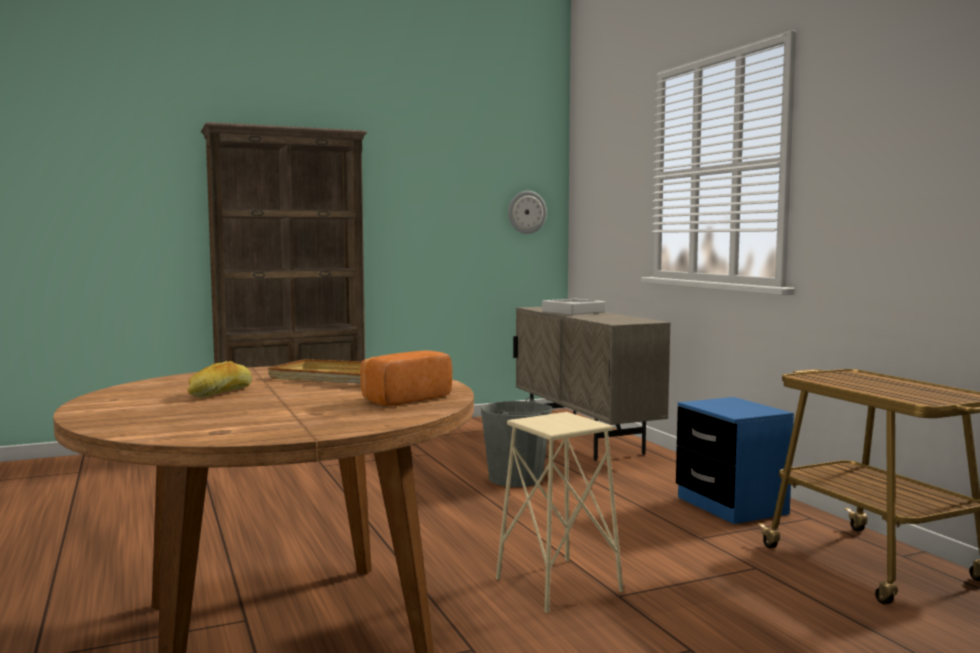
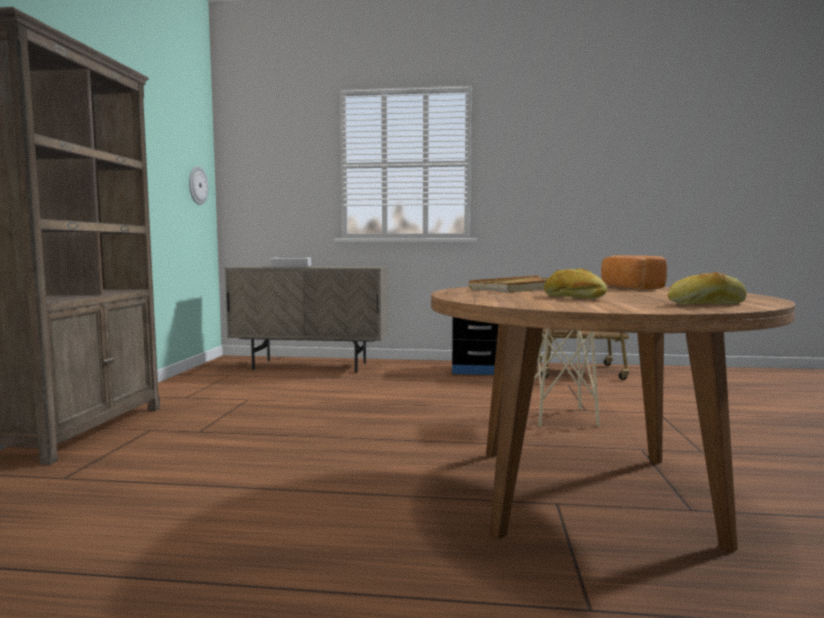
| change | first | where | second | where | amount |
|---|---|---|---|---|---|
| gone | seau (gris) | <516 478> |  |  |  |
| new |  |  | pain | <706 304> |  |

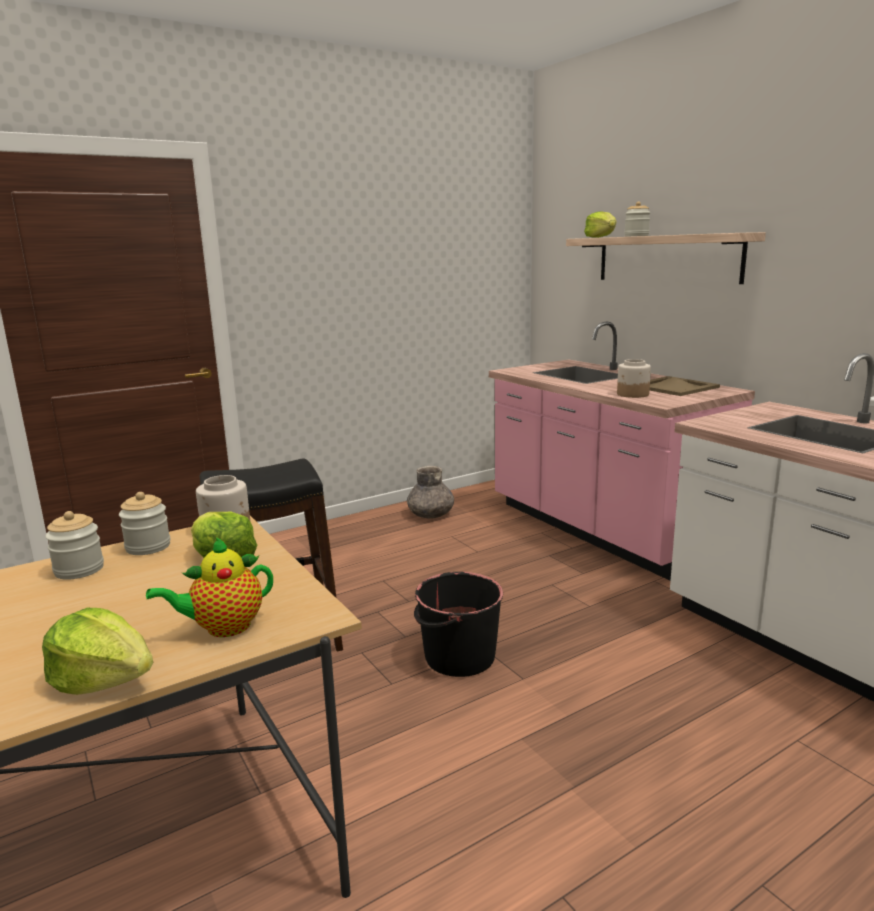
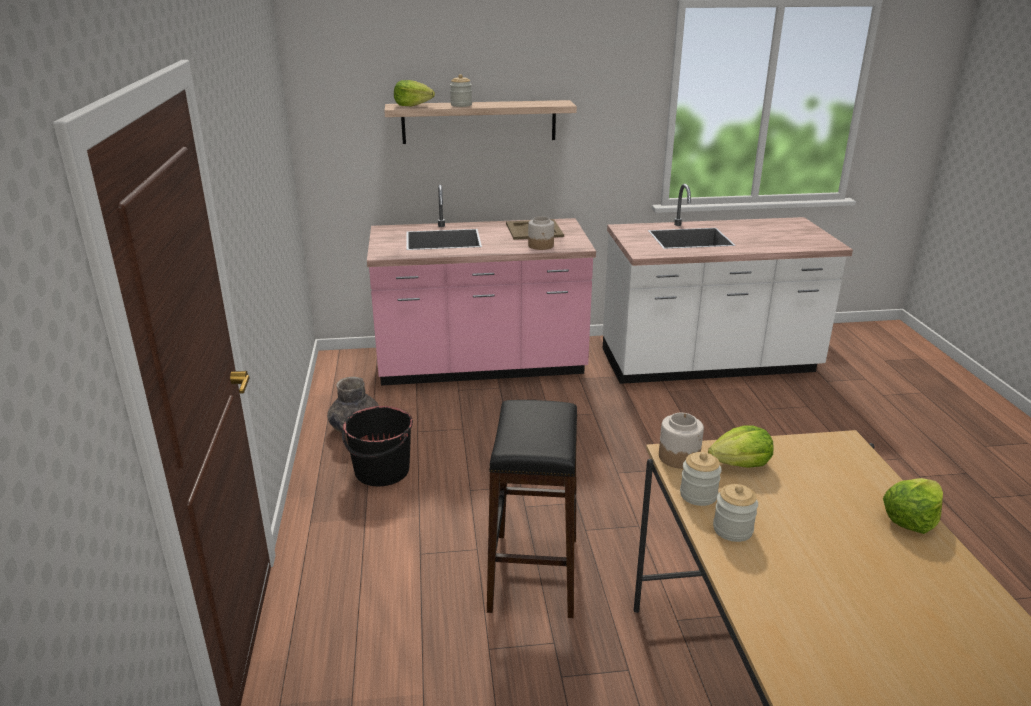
| change | first | where | second | where | amount |
|---|---|---|---|---|---|
| gone | théière | <223 628> |  |  |  |
| shifted | seau (noir) | <458 657> |  | <381 471> |  |

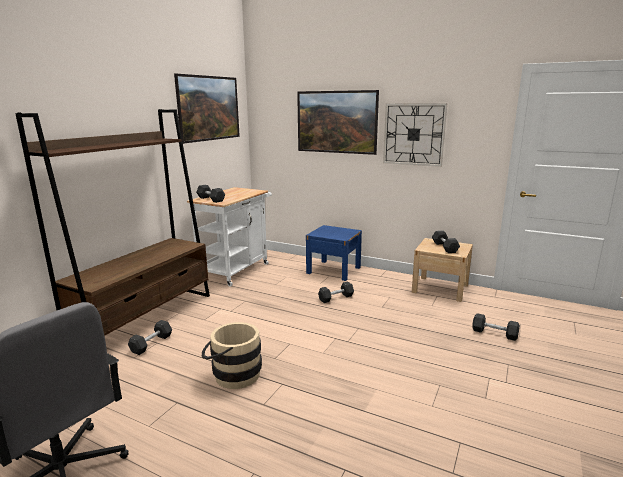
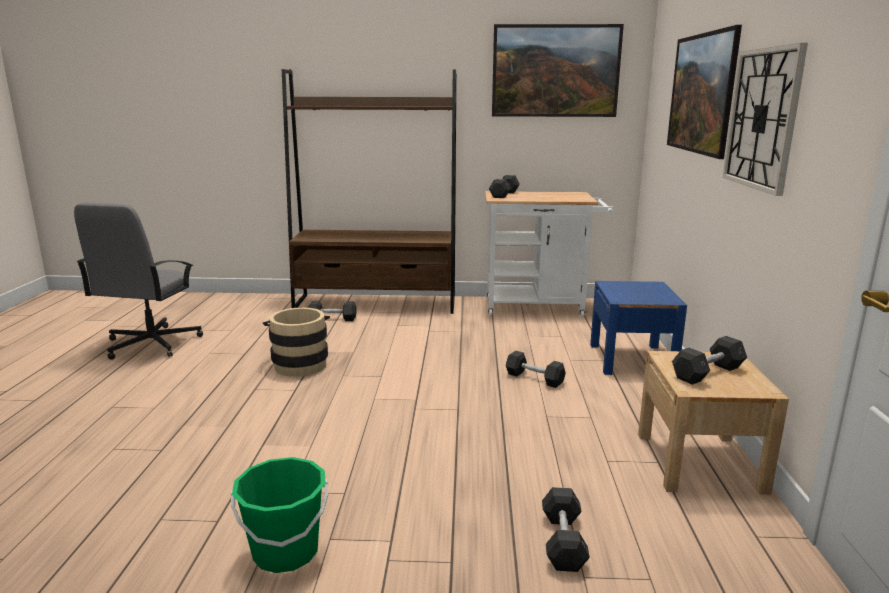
| change | first | where | second | where | amount |
|---|---|---|---|---|---|
| new |  |  | seau (vert) | <285 552> |  |

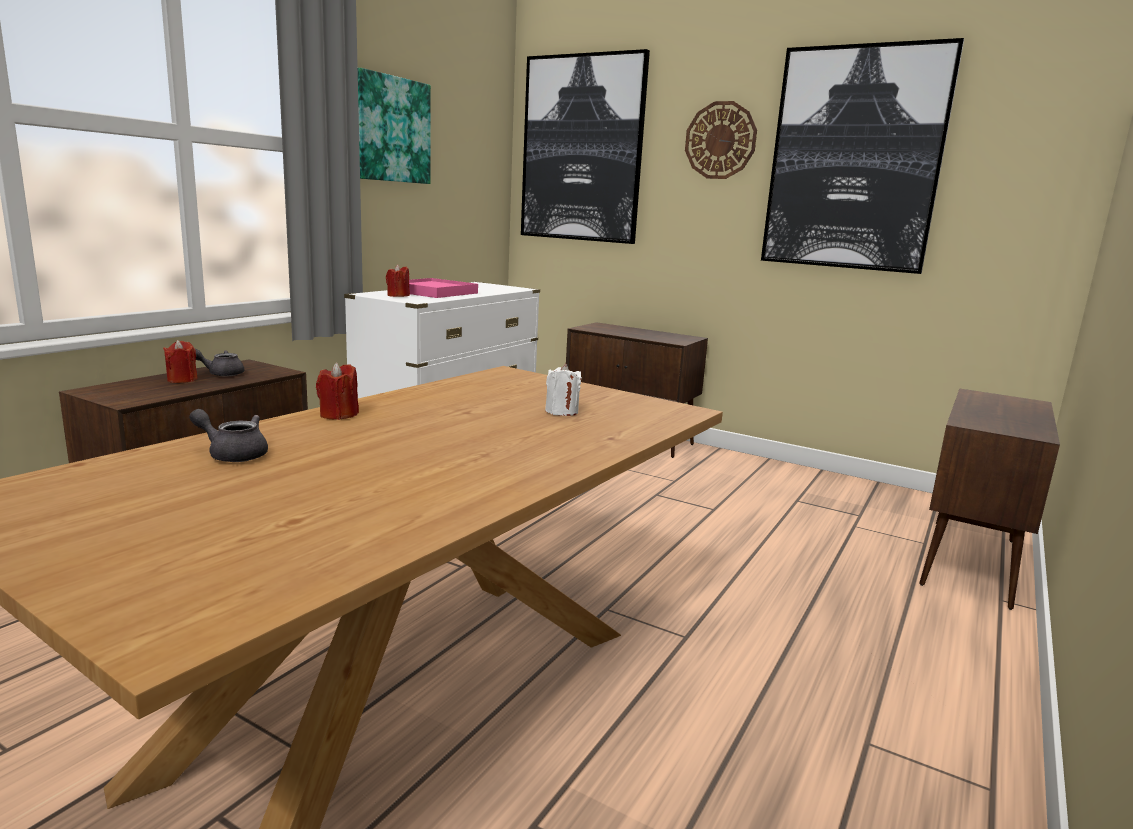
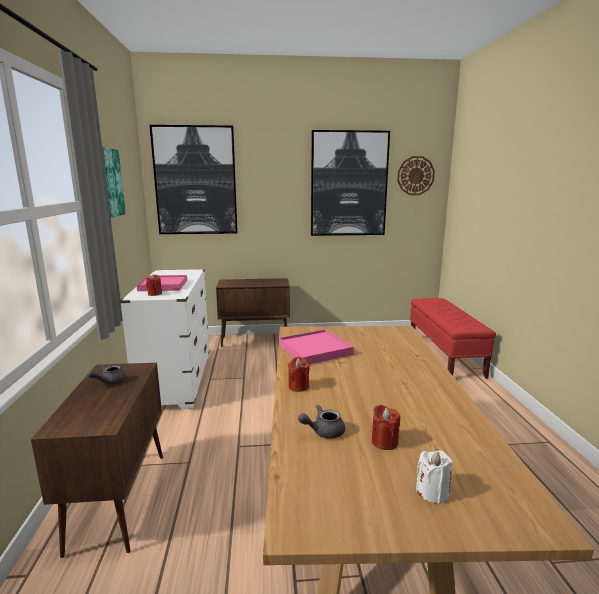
| change | first | where | second | where | amount |
|---|---|---|---|---|---|
| new |  |  | plateau (rose) | <315 350> |  |
| shifted | bougie (rouge) | <182 380> |  | <384 442> |  |
| shifted | bougie (blanc) | <561 412> |  | <432 492> |  |
| shifted | horloge murale | <720 140> |  | <415 175> |  |
| swapped | meuble de rangement (marron) | <969 562> | banc (rouge) | <444 356> |  |

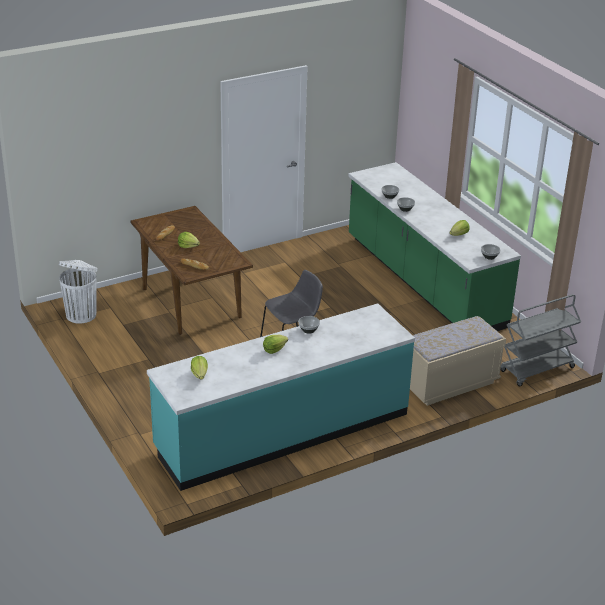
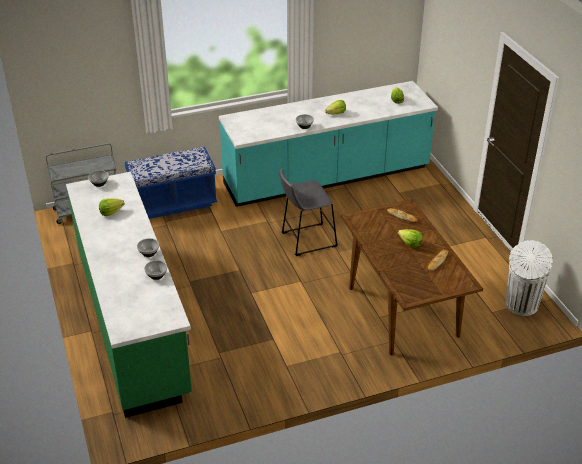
| change | first | where | second | where | amount |
|---|---|---|---|---|---|
| repainted | banc (beige) | <449 383> | banc (bleu) | <173 203> |  |

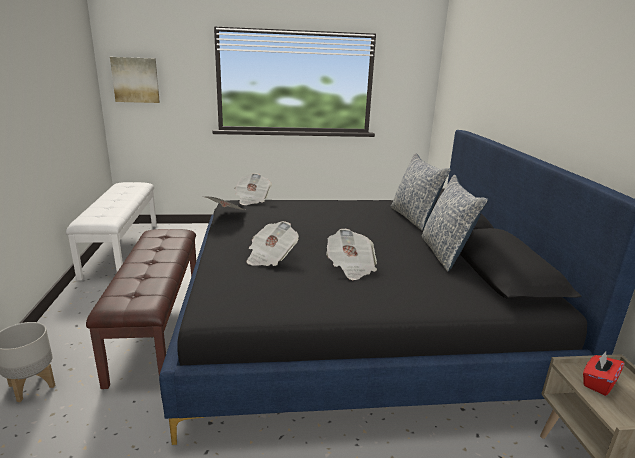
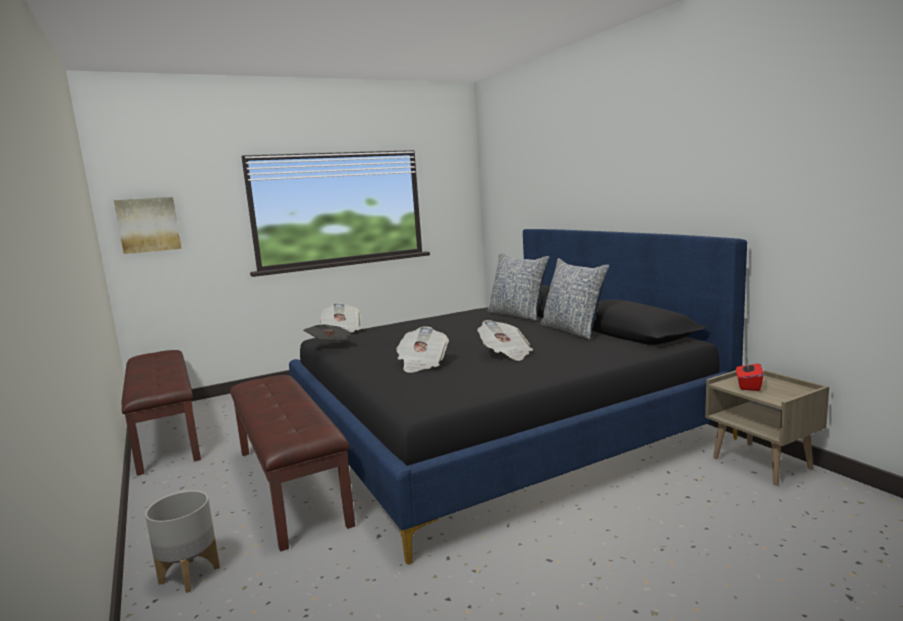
| change | first | where | second | where | amount |
|---|---|---|---|---|---|
| repainted | banc (blanc) | <121 249> | banc (marron) | <165 434> |  |

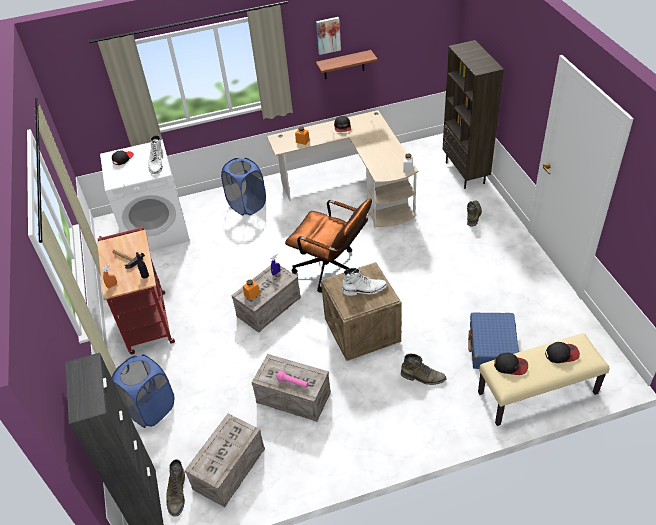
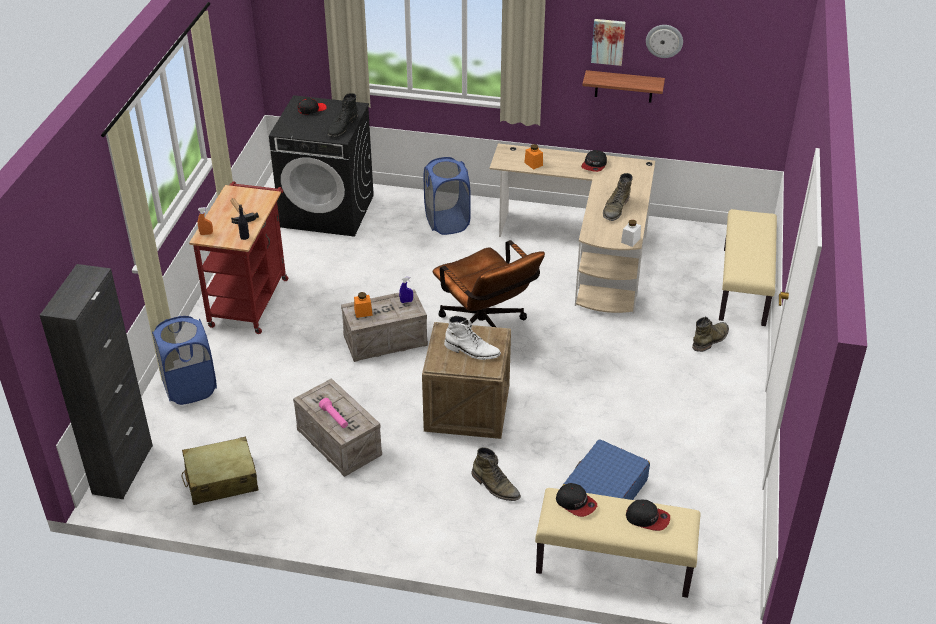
| change | first | where | second | where | amount |
|---|---|---|---|---|---|
| new |  |  | horloge murale | <664 40> |  |
| shifted | botte (vert) | <177 493> |  | <616 208> |  |
| swapped | caisse | <229 470> | valise (beige) | <221 480> |  |
| swapped | bibliothèque (marron) | <465 173> | banc (beige) | <744 287> |  |
| repainted | lave-linge (blanc) | <156 230> | lave-linge (noir) | <328 211> |  |
| repainted | botte (blanc) | <157 163> | botte (noir) | <342 127> |  |

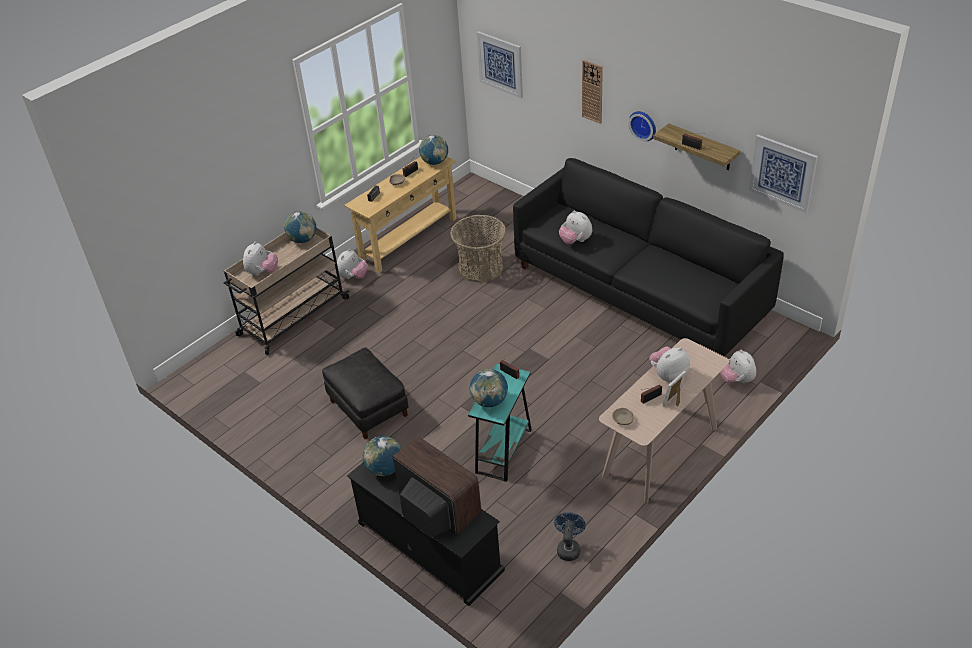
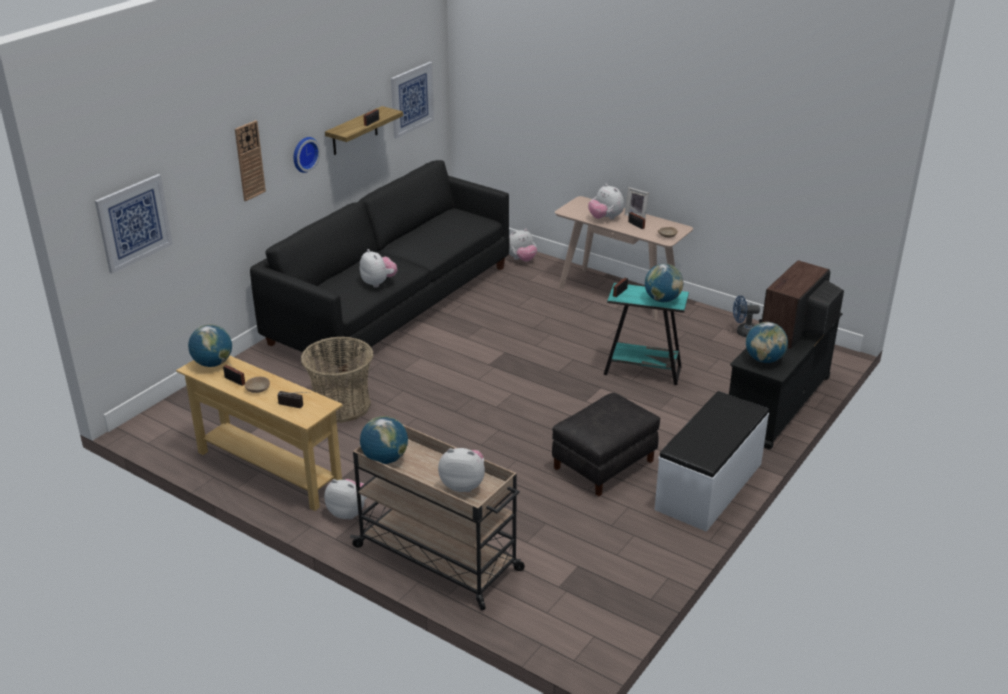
| change | first | where | second | where | amount |
|---|---|---|---|---|---|
| new |  |  | banc (blanc) | <710 486> |  |
| rotated | peluche | <575 241> |  | <378 283> | 75 degrees counterclockwise |

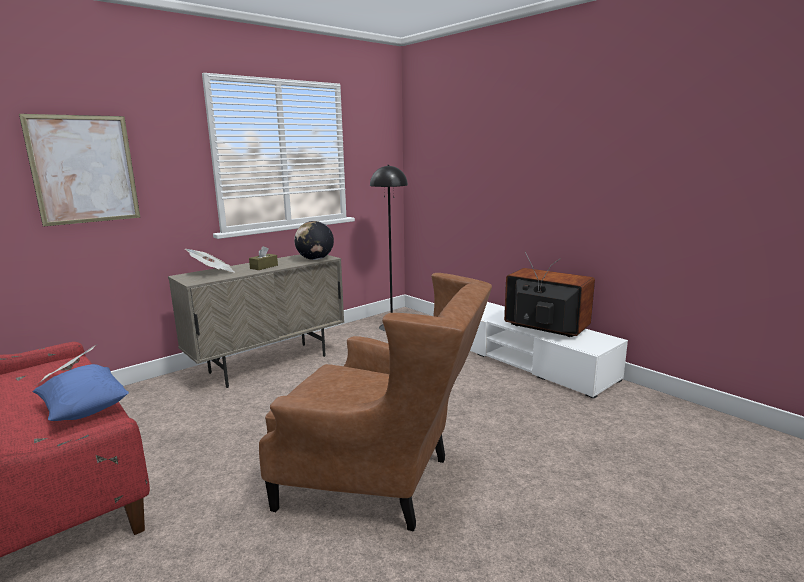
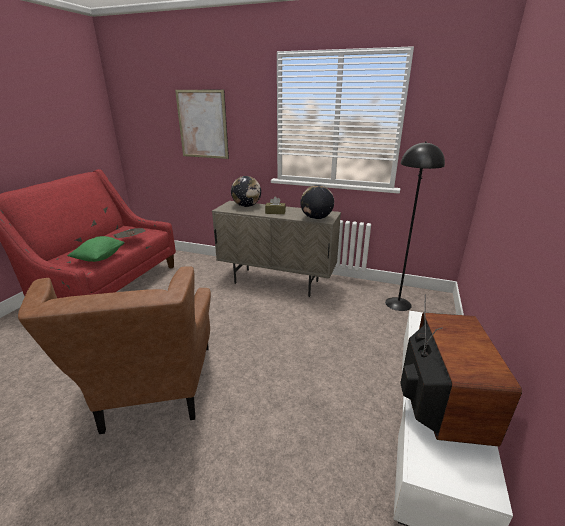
| change | first | where | second | where | amount |
|---|---|---|---|---|---|
| swapped | journal | <213 272> | globe | <246 206> |  |
| repainted | coussin (bleu) | <85 410> | coussin (vert) | <99 258> |  |

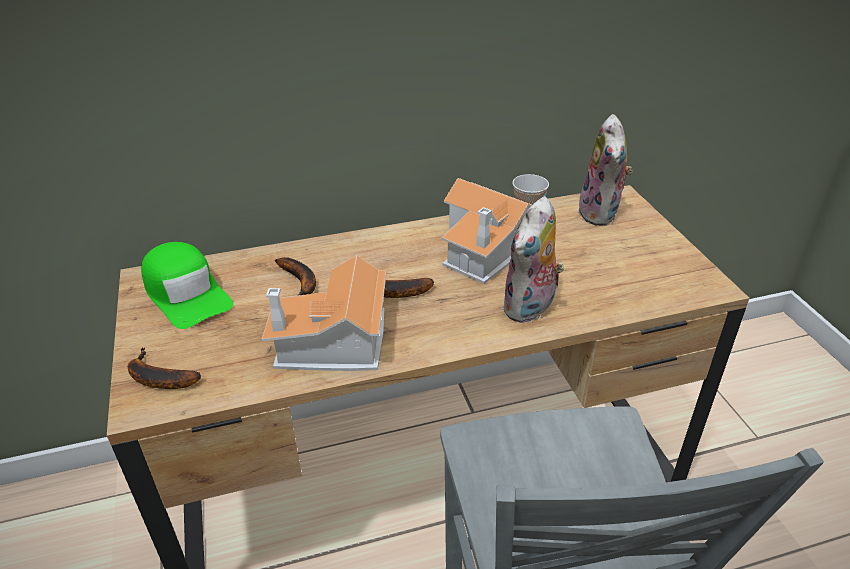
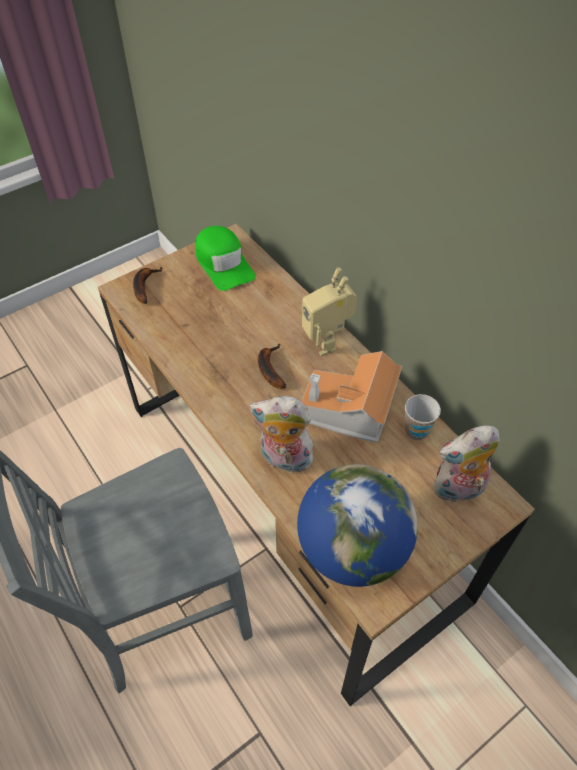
| change | first | where | second | where | amount |
|---|---|---|---|---|---|
| gone | maison miniature | <334 344> |  |  |  |
| gone | banane | <300 283> |  |  |  |
| new |  |  | globe | <352 549> |  |
| new |  |  | robot jouet | <327 341> |  |
| rotated | casquette (vert) | <186 293> |  | <223 264> | 60 degrees counterclockwise |

